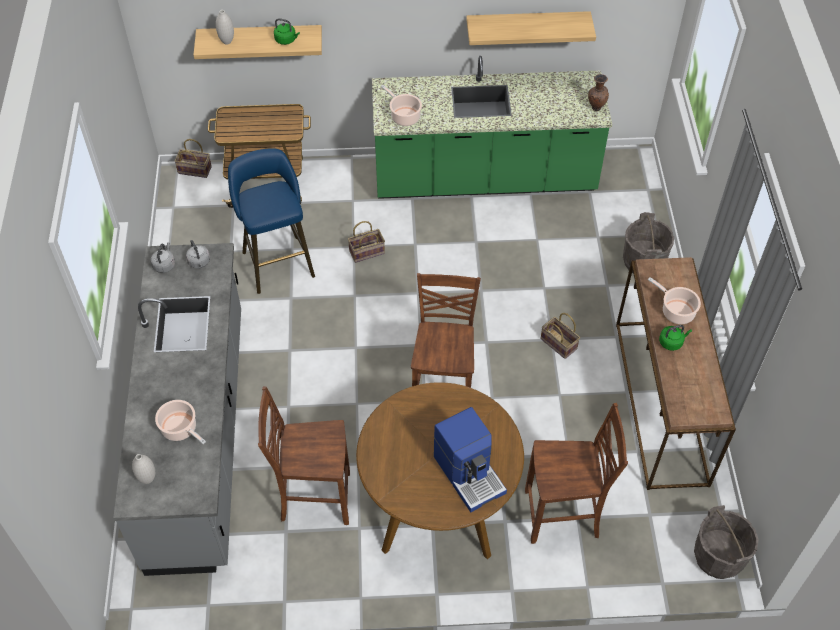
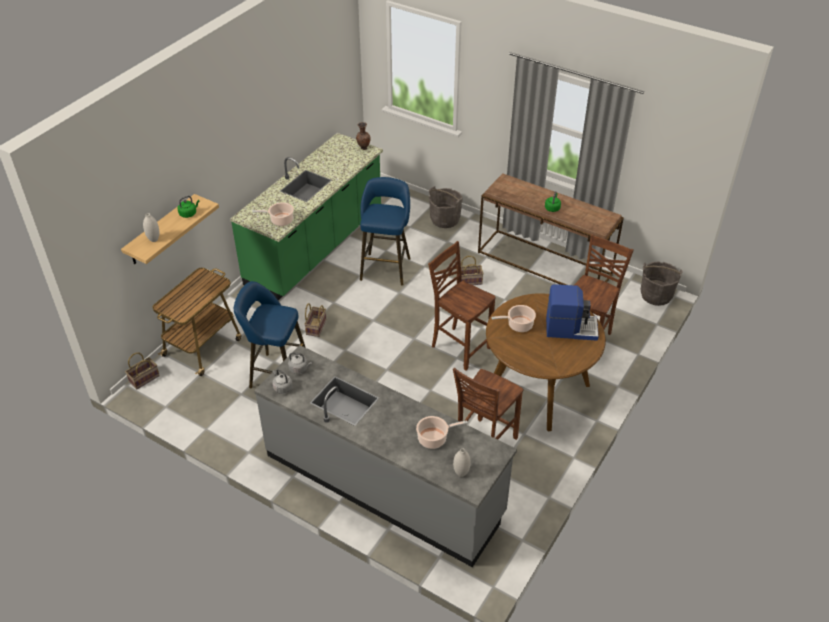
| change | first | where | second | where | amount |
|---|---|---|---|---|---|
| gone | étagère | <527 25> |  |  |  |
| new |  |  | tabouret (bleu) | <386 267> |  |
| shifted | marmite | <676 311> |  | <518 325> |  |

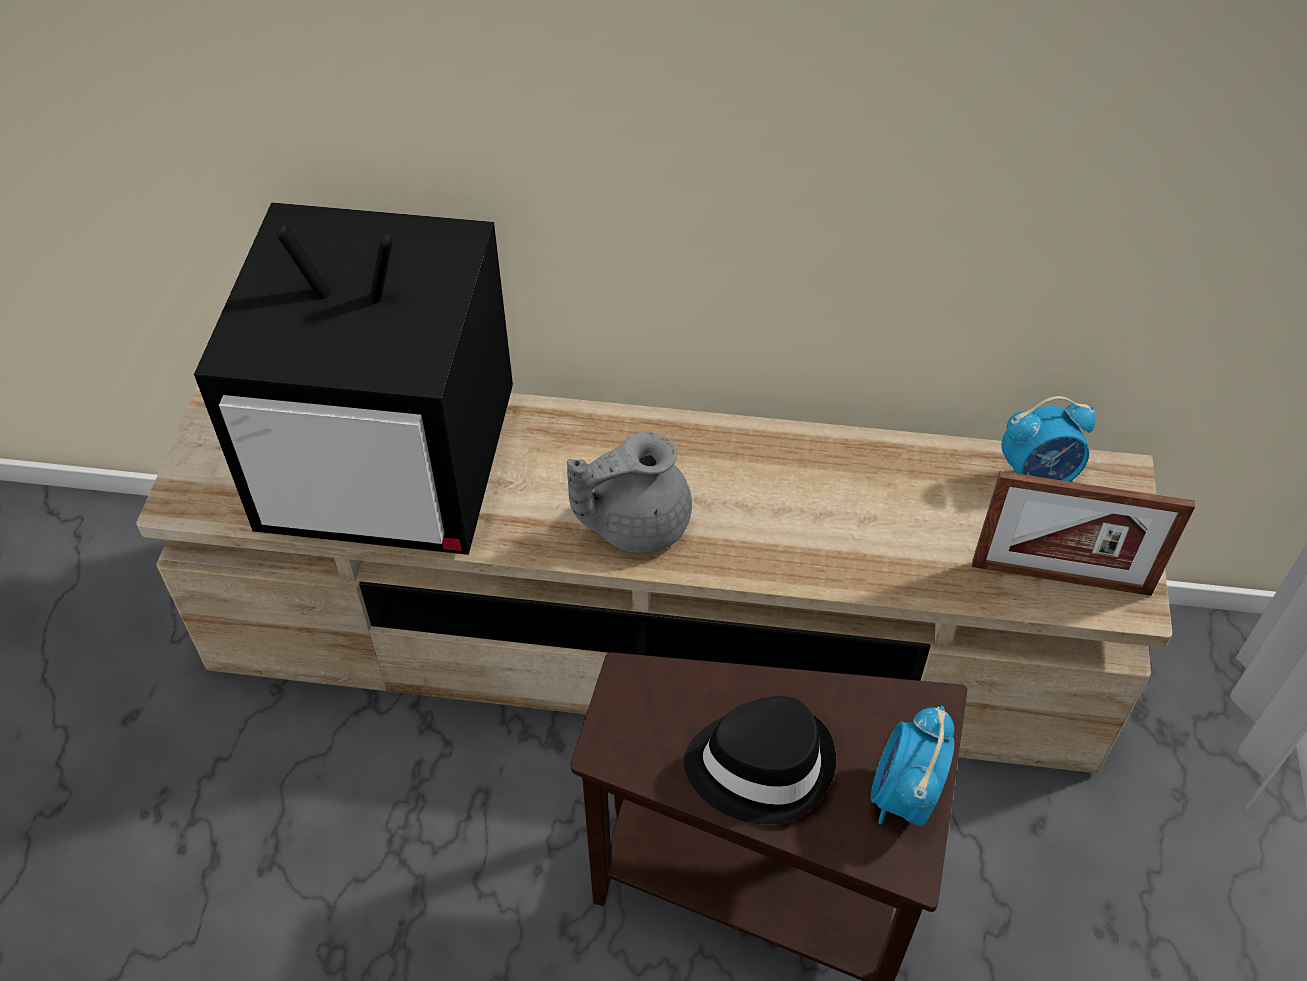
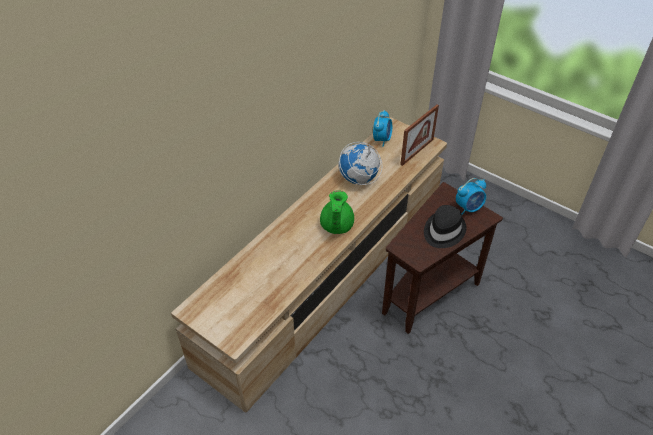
| change | first | where | second | where | amount |
|---|---|---|---|---|---|
| gone | téléviseur | <395 468> |  |  |  |
| new |  |  | globe | <358 179> |  |
| repainted | théière (gris) | <635 523> | théière (vert) | <336 226> |  |
| rotated | réveil | <903 796> |  | <469 208> | 75 degrees counterclockwise |

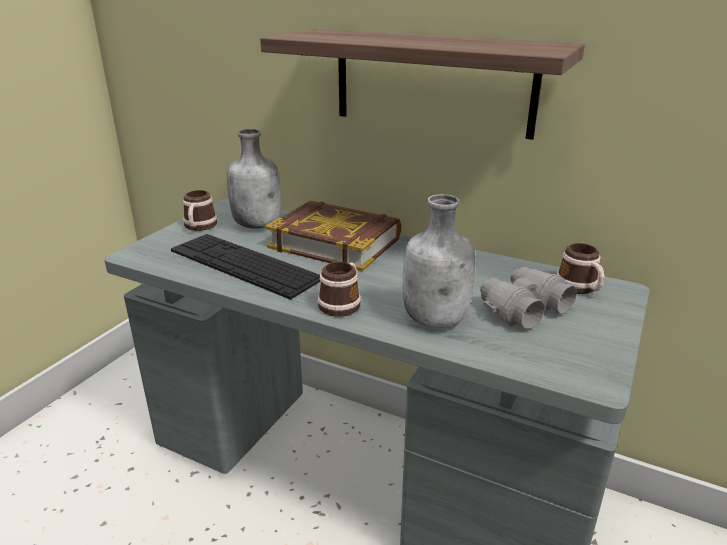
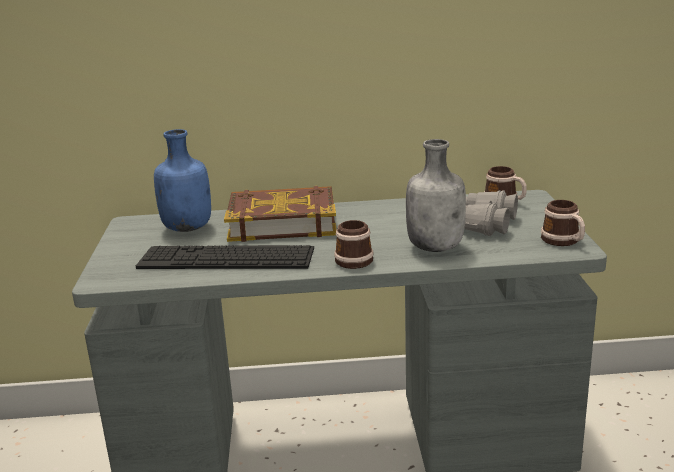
| change | first | where | second | where | amount |
|---|---|---|---|---|---|
| gone | étagère | <432 82> |  |  |  |
| shifted | mug | <199 227> |  | <564 241> |  |
| repainted | bouteille (gris) | <258 224> | bouteille (bleu) | <188 228> |  |

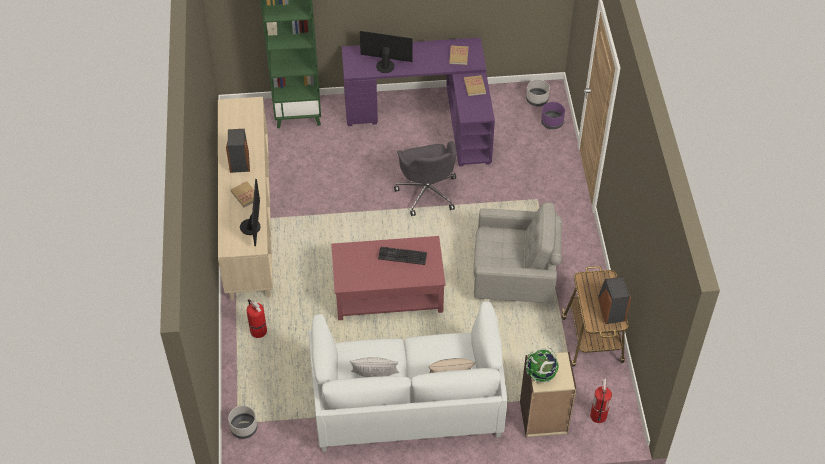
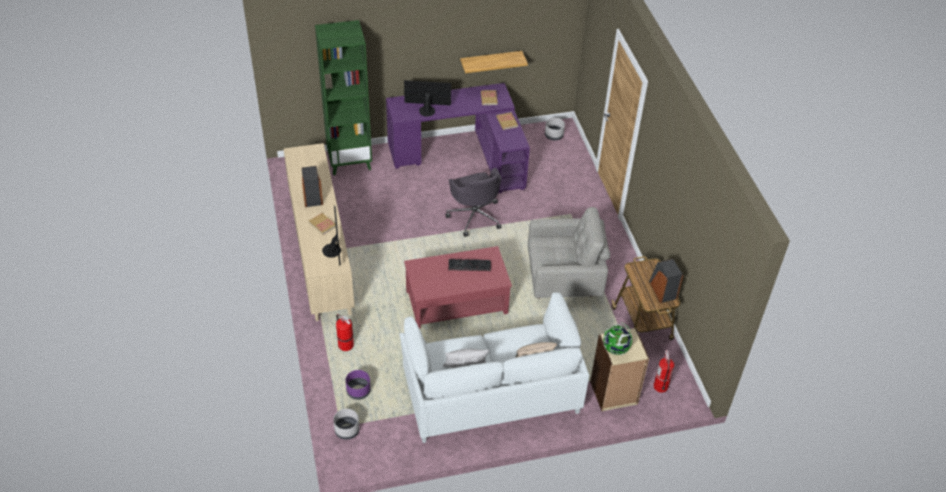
| change | first | where | second | where | amount |
|---|---|---|---|---|---|
| new |  |  | étagère | <491 62> |  |
| shifted | cache-pot (violet) | <551 122> |  | <358 391> |  |

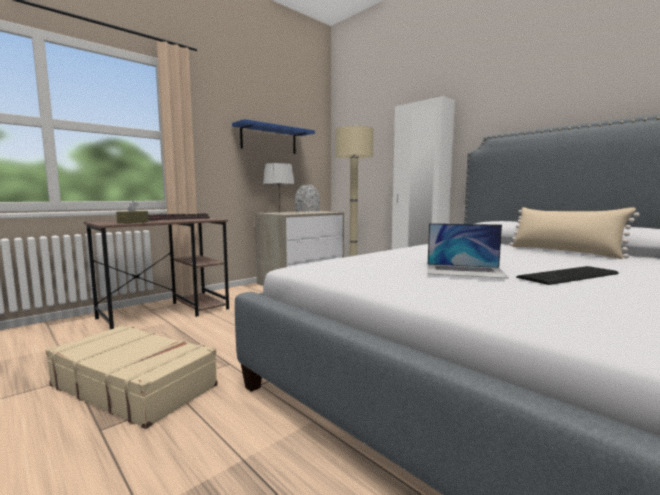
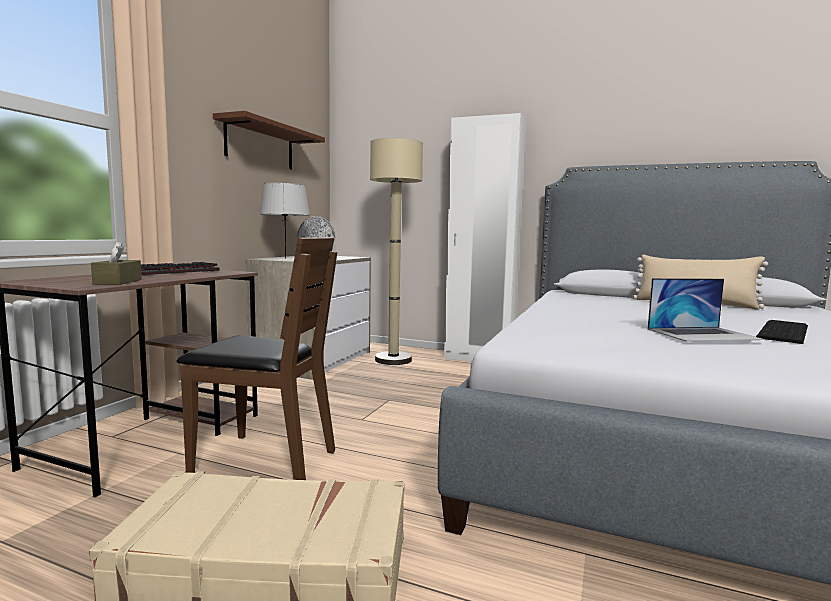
| change | first | where | second | where | amount |
|---|---|---|---|---|---|
| new |  |  | chaise (marron) | <264 460> |  |
| repainted | étagère (bleu) | <269 139> | étagère (marron) | <260 145> |  |

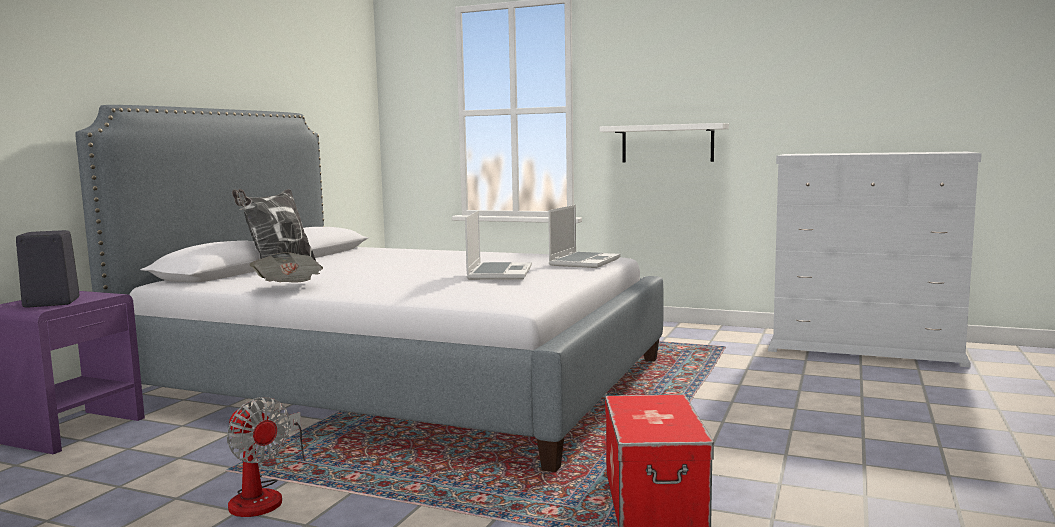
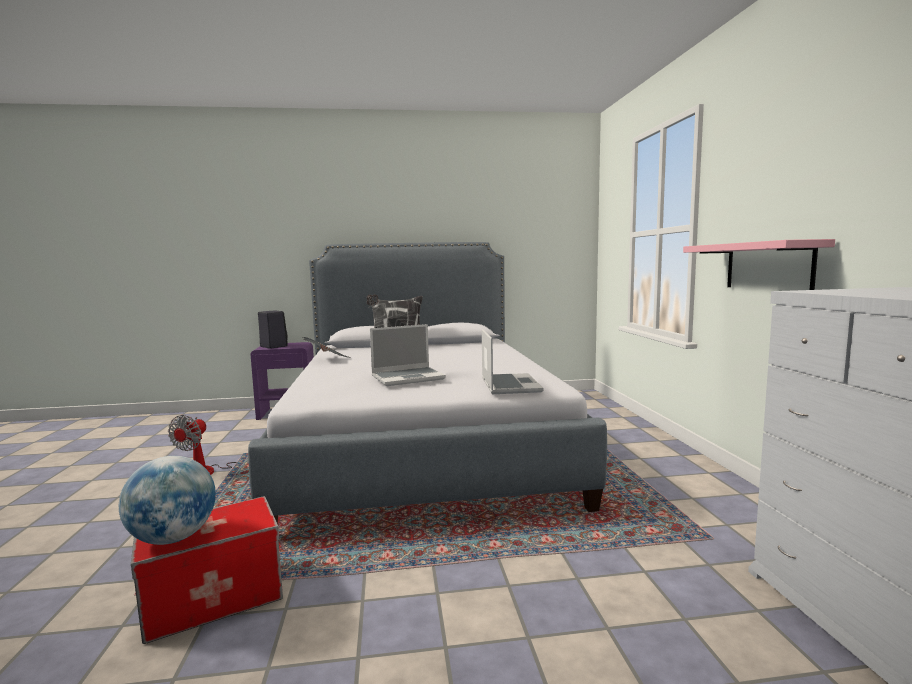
| change | first | where | second | where | amount |
|---|---|---|---|---|---|
| new |  |  | globe | <173 538> |  |
| repainted | étagère (blanc) | <667 143> | étagère (rose) | <768 266> |  |
| rotated | ordinateur portable | <584 262> |  | <509 385> | 90 degrees counterclockwise |

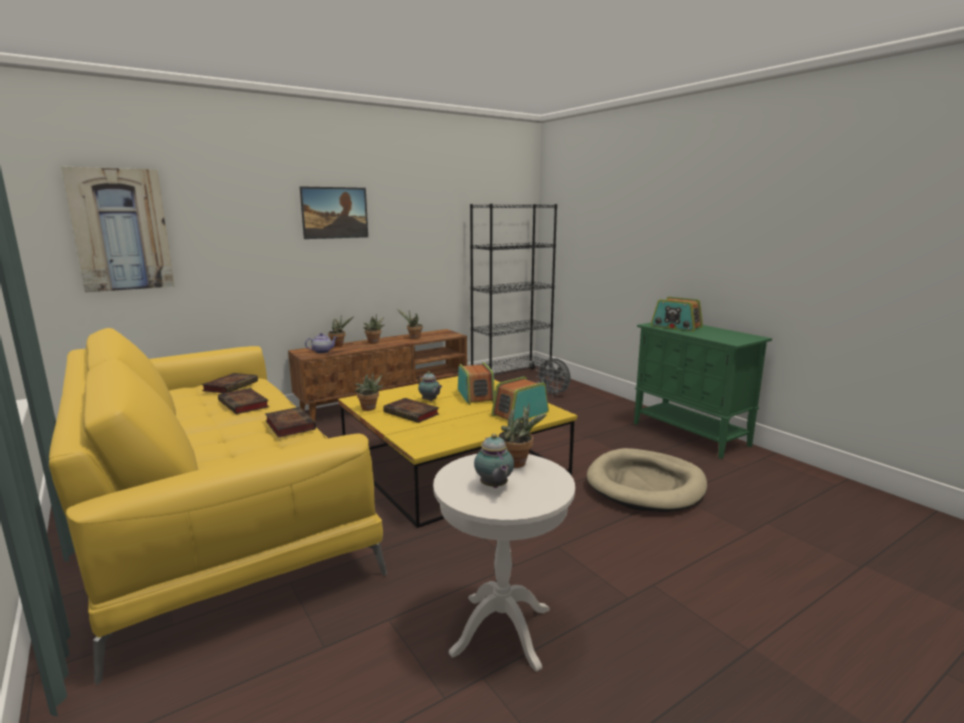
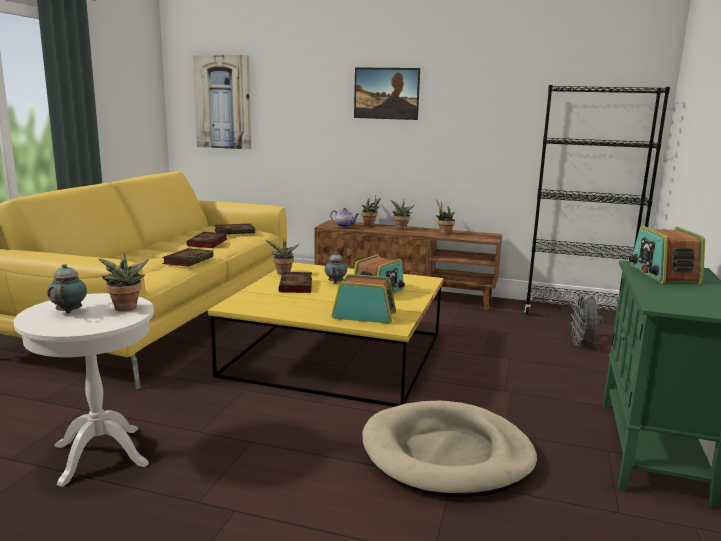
| change | first | where | second | where | amount |
|---|---|---|---|---|---|
| rotated | théière | <494 487> |  | <70 311> | 135 degrees clockwise |

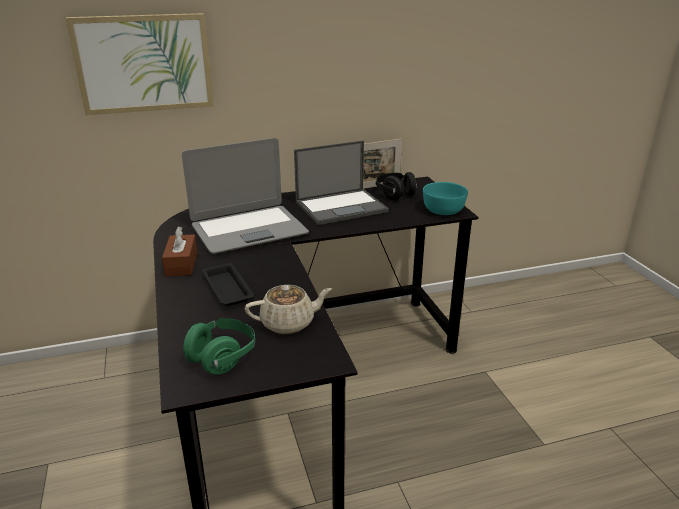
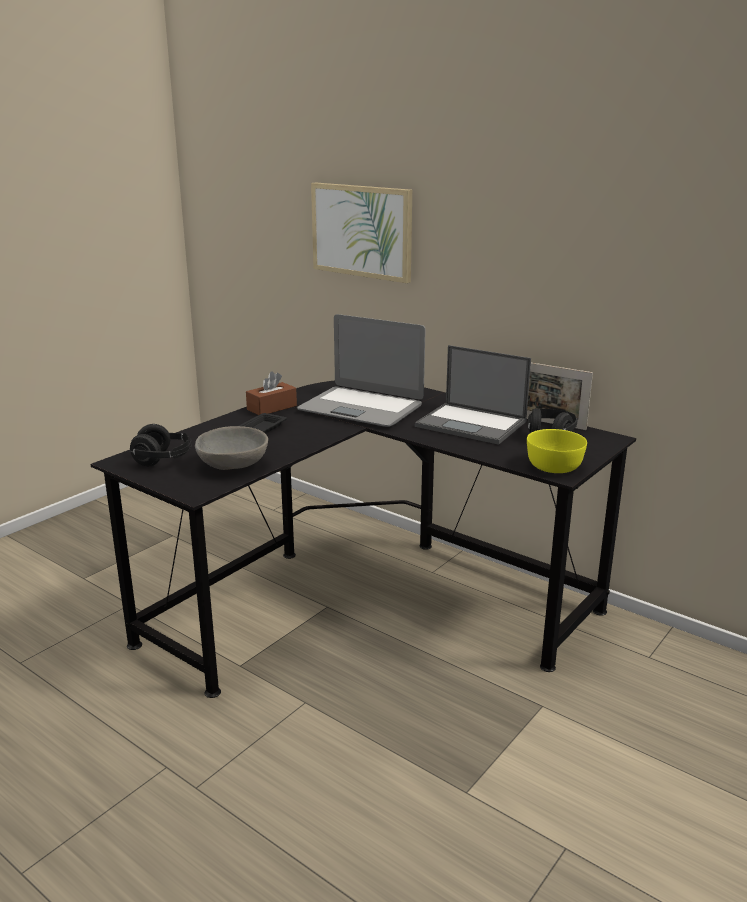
| change | first | where | second | where | amount |
|---|---|---|---|---|---|
| swapped | théière (beige) | <289 323> | bol (gris) | <232 466> |  |
| repainted | casque audio (vert) | <222 357> | casque audio (noir) | <163 460> |  |
| repainted | bol (turquoise) | <443 210> | bol (jaune) | <553 466> |  |

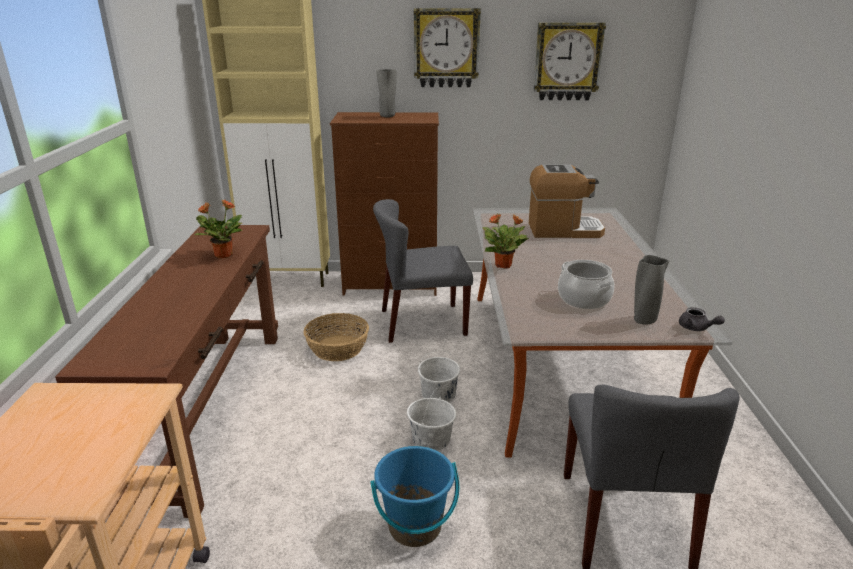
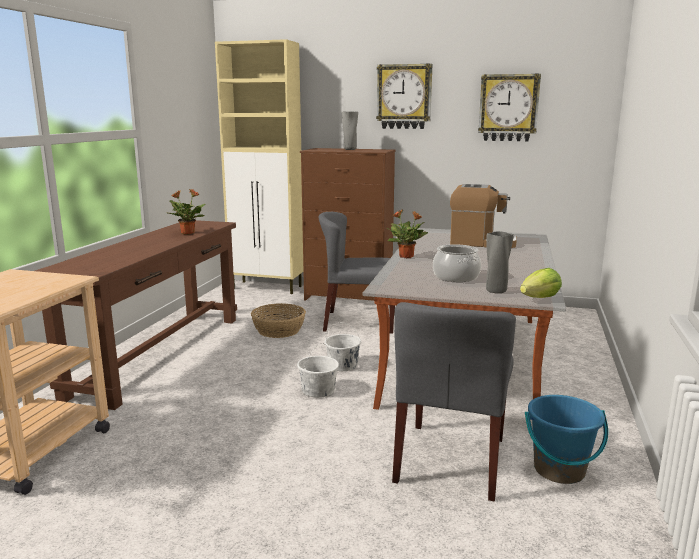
| change | first | where | second | where | amount |
|---|---|---|---|---|---|
| shifted | seau (bleu) | <415 527> |  | <559 470> |  |
| swapped | théière (gris) | <696 328> | laitue | <540 298> |  |

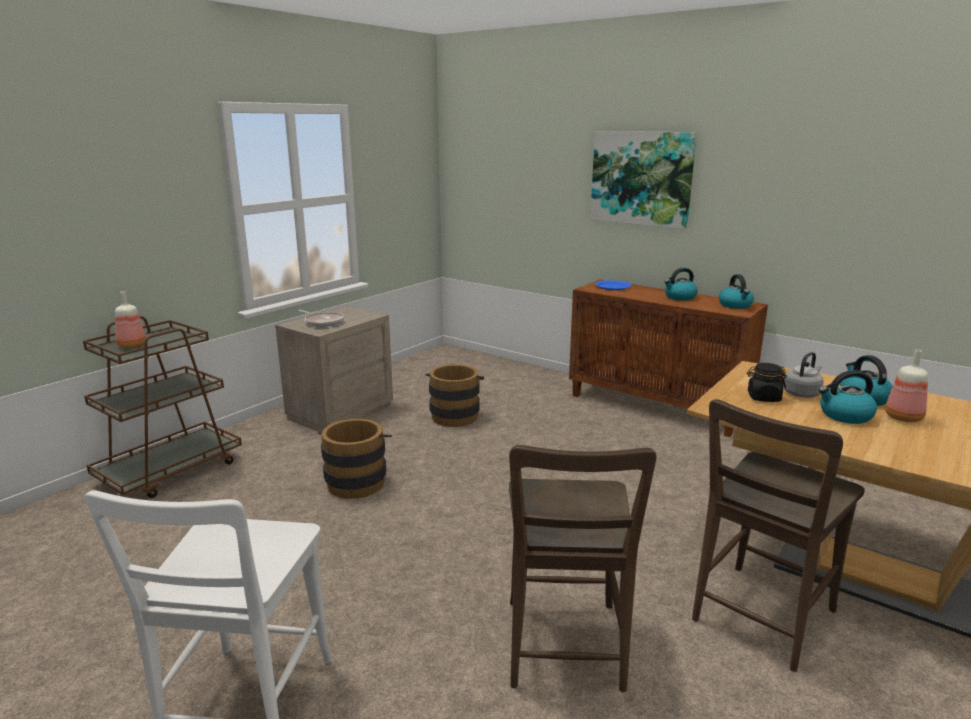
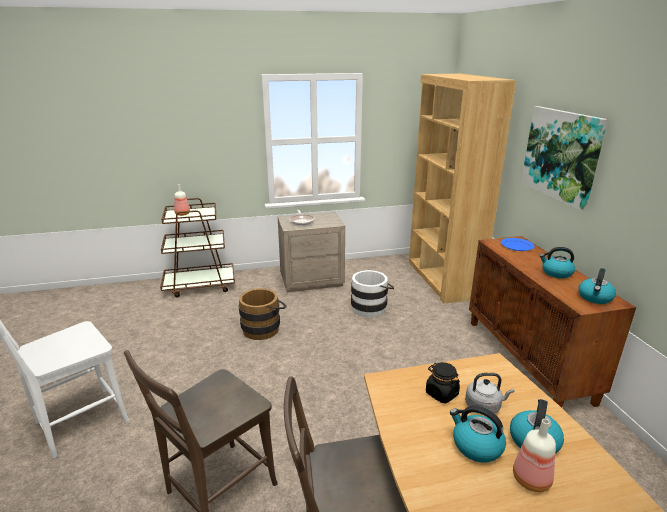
| change | first | where | second | where | amount |
|---|---|---|---|---|---|
| new |  |  | bibliothèque (marron) | <442 279> |  |
| repainted | seau (marron) | <455 415> | seau (blanc) | <371 307> |  |

